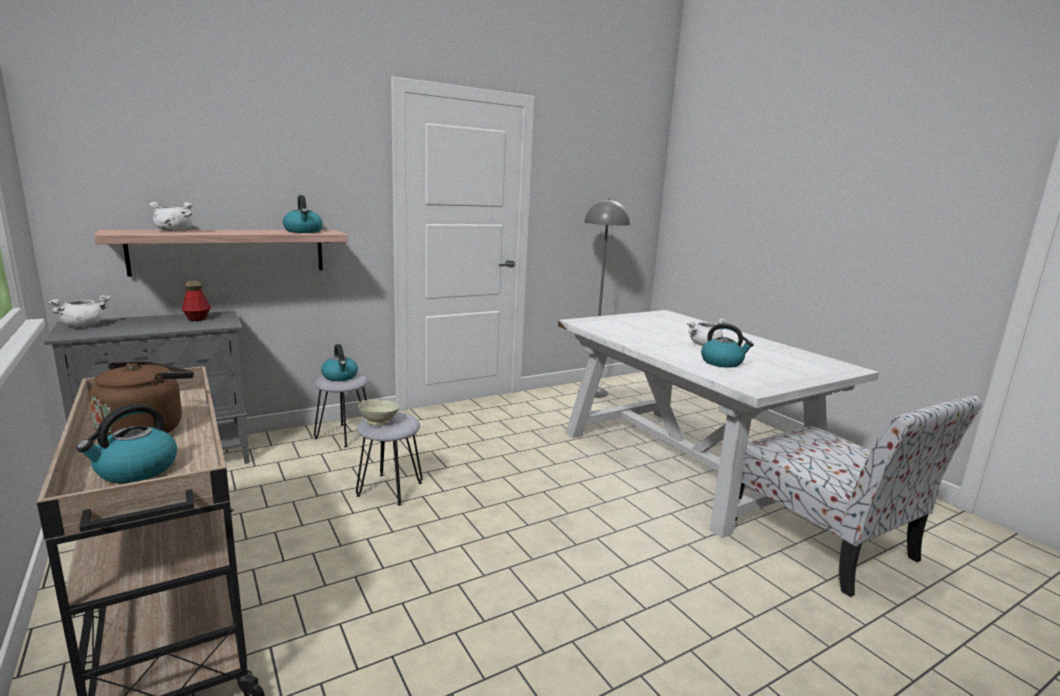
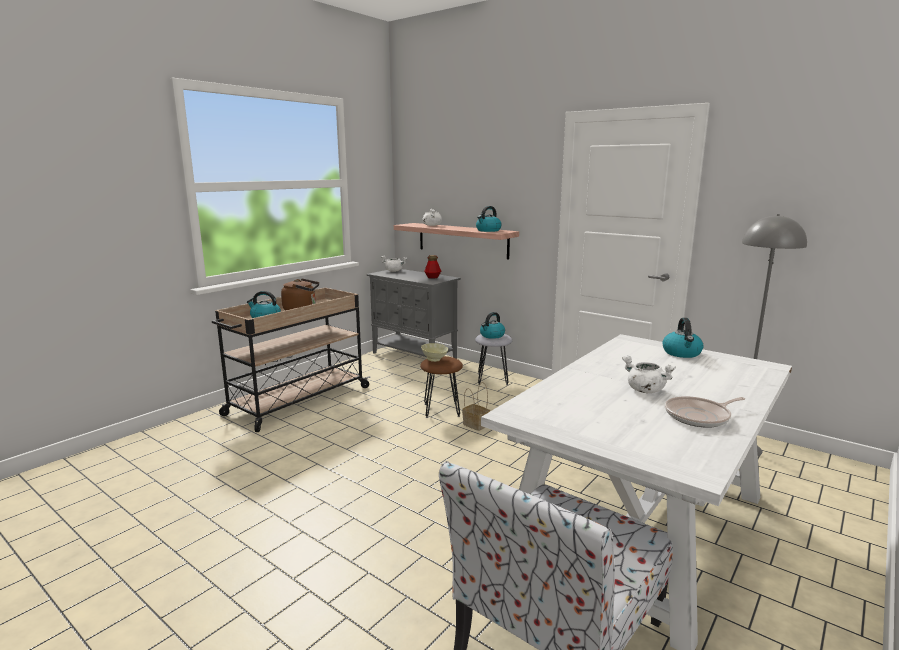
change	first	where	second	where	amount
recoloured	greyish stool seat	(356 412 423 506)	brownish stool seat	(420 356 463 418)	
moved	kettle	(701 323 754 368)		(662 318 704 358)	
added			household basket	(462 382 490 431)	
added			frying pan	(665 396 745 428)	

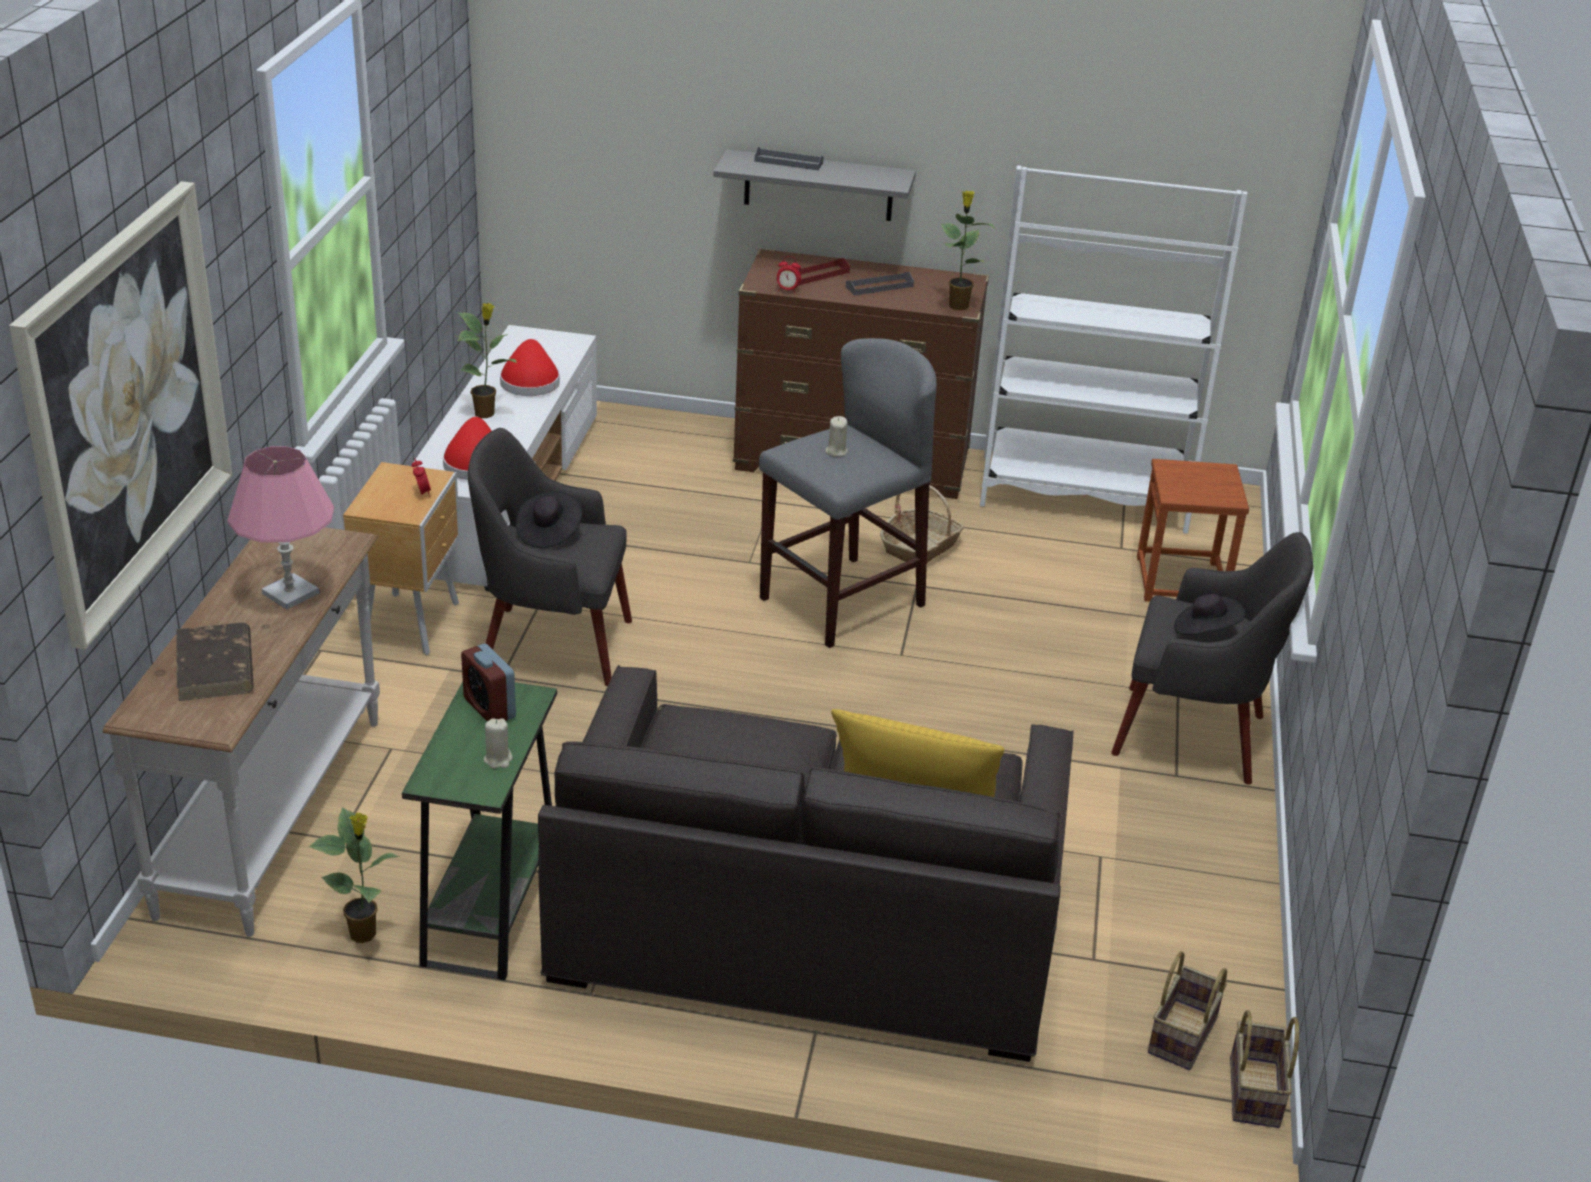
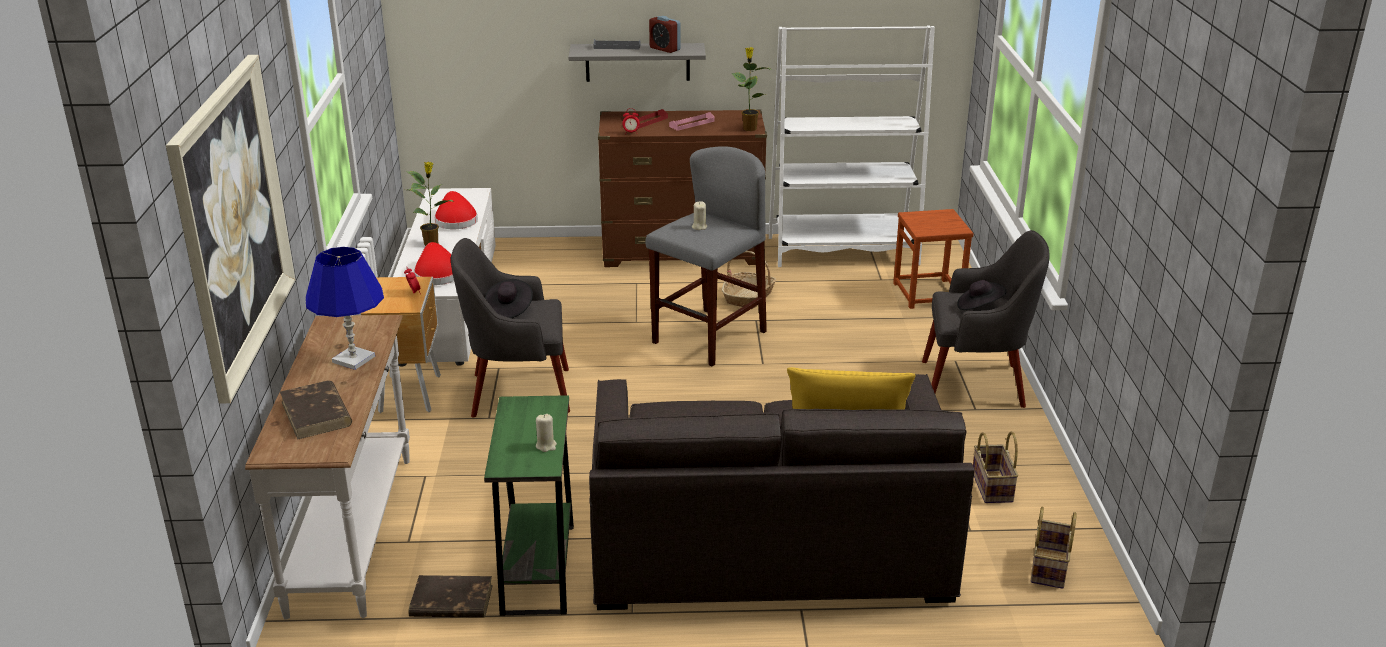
change	first	where	second	where	amount
recoloured	pink lamp for a table	(227 446 334 609)	bluish lamp for a table	(305 247 384 370)	
replaced	houseplant	(309 807 400 943)	brownish bound book	(409 575 493 618)	
moved	table clock	(461 644 516 721)		(649 16 681 53)	
recoloured	greyish serving tray	(846 272 914 296)	pink serving tray	(669 112 715 131)	
moved	household basket	(1230 1010 1299 1128)		(973 431 1018 503)	

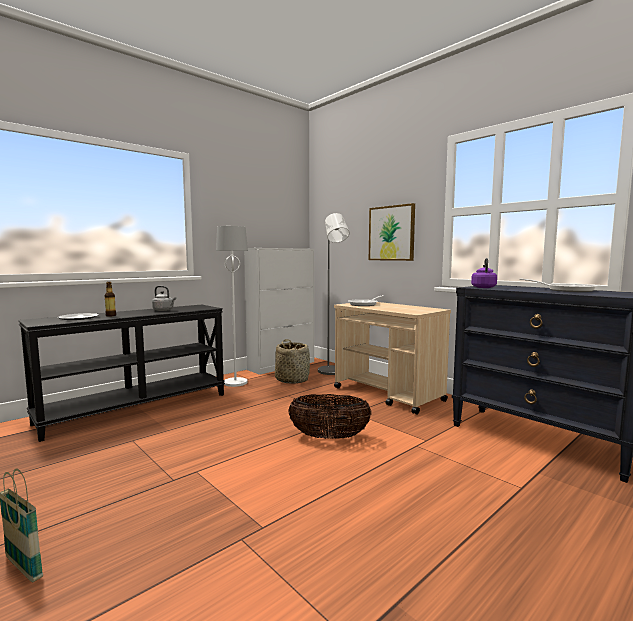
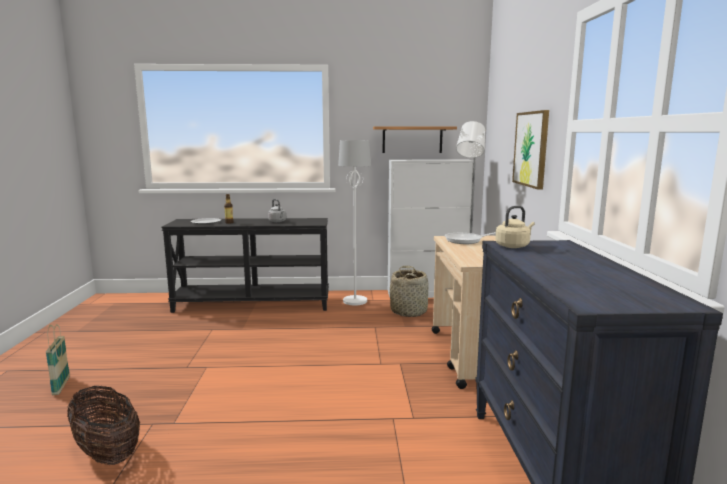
change	first	where	second	where	amount
moved	household basket	(288 394 371 439)		(67 386 140 465)	
recoloured	purple kettle	(471 258 497 288)	beige kettle	(495 206 535 248)	
removed	frying pan	(520 278 597 292)			
added			bracket shelf	(373 126 457 153)	

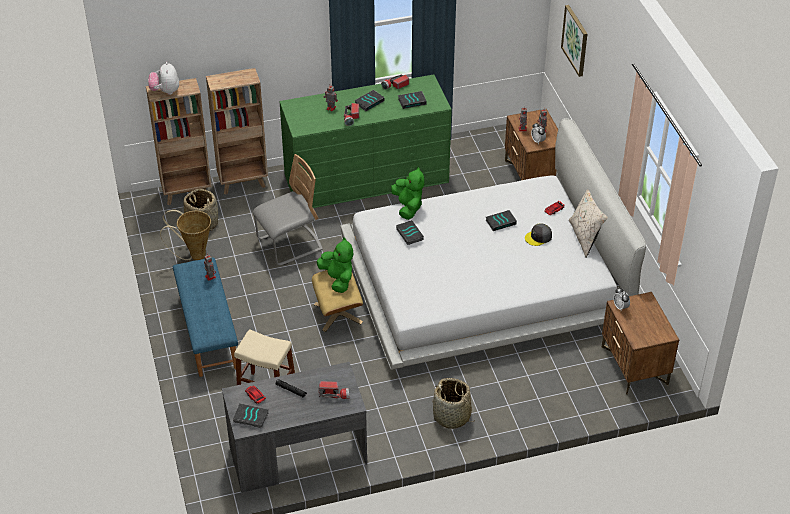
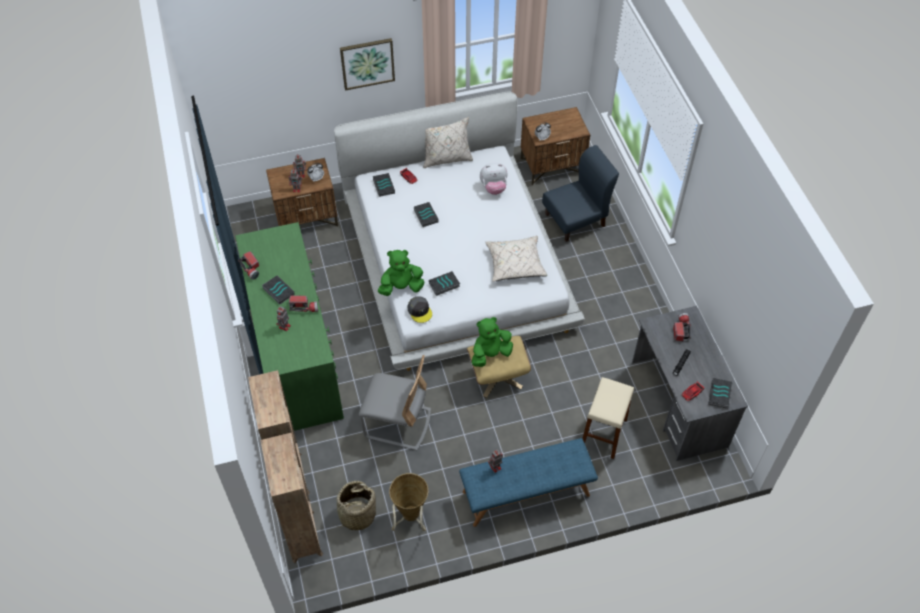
change	first	where	second	where	amount
moved	soft toy	(148 62 179 95)		(480 163 508 195)	
turned	greyish plain chair	(253 154 323 266)		(359 355 431 450)	135 degrees clockwise
moved	bound book	(398 91 427 109)		(373 173 395 197)	
removed	household basket	(432 378 474 429)			
moved	greyish baseball cap	(525 223 552 246)		(408 296 432 323)	
moved	wall art	(561 5 587 77)		(340 38 395 90)	
added			beige throw pillow	(485 236 548 282)	
added			bluish plain chair	(542 145 619 242)	

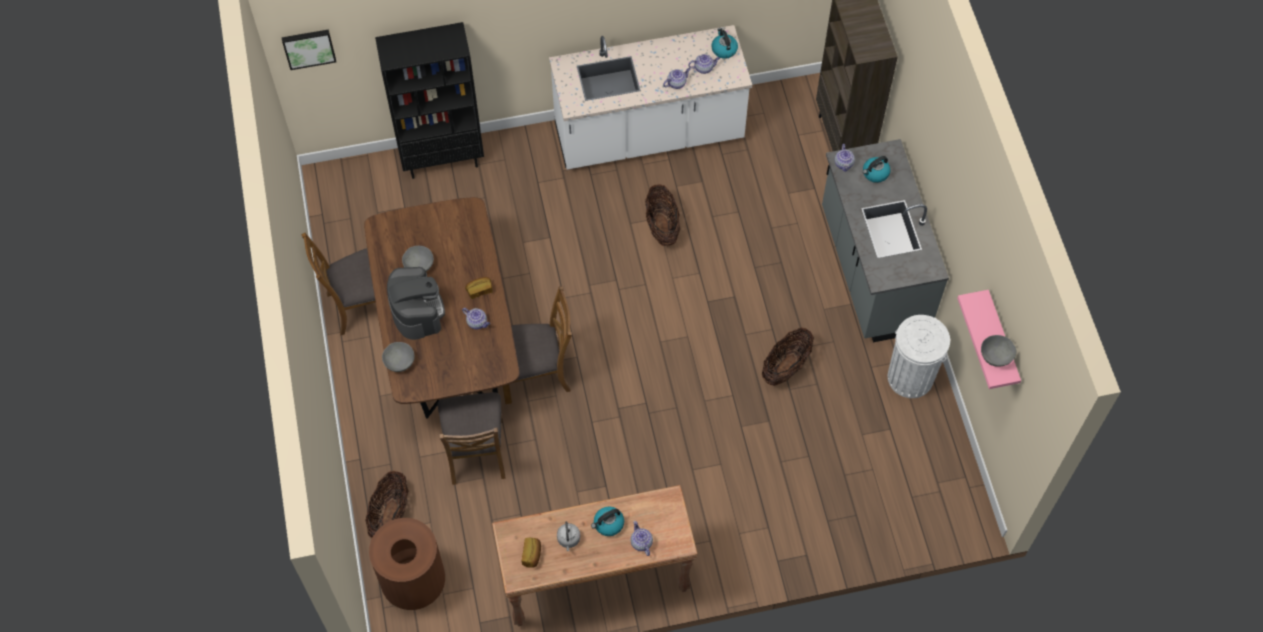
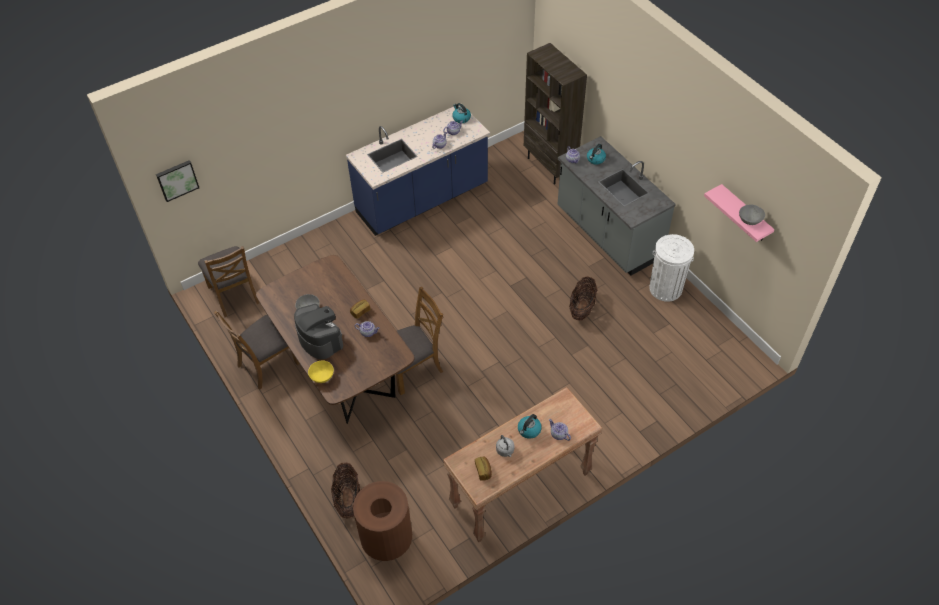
change	first	where	second	where	amount
removed	black shelving unit	(375 22 484 179)			
recoloured	greyish serving bowl	(382 342 414 372)	yellow serving bowl	(308 361 334 383)	
moved	brownish plain chair	(438 392 506 485)		(198 246 259 317)	
recoloured	white counter	(549 25 752 170)	bluish counter	(346 106 490 236)	
removed	household basket	(645 184 680 246)			

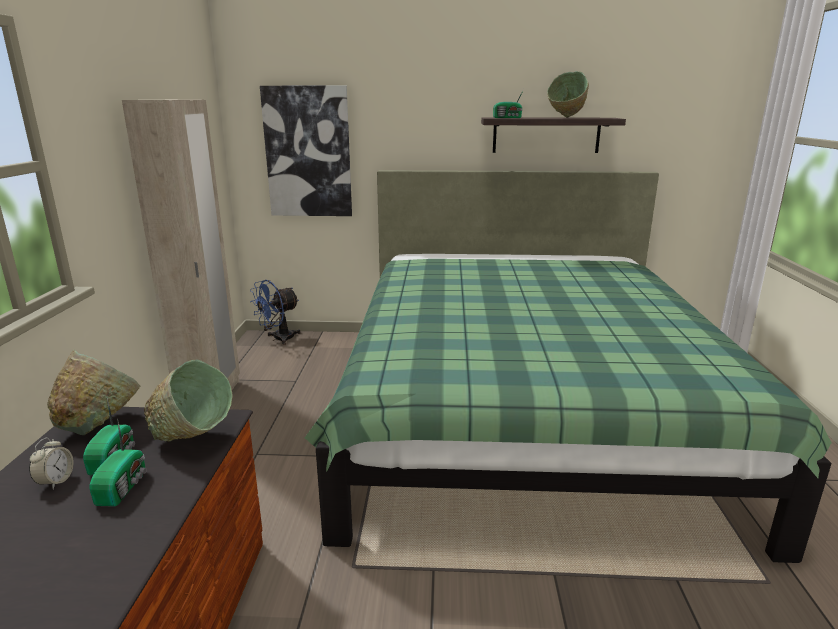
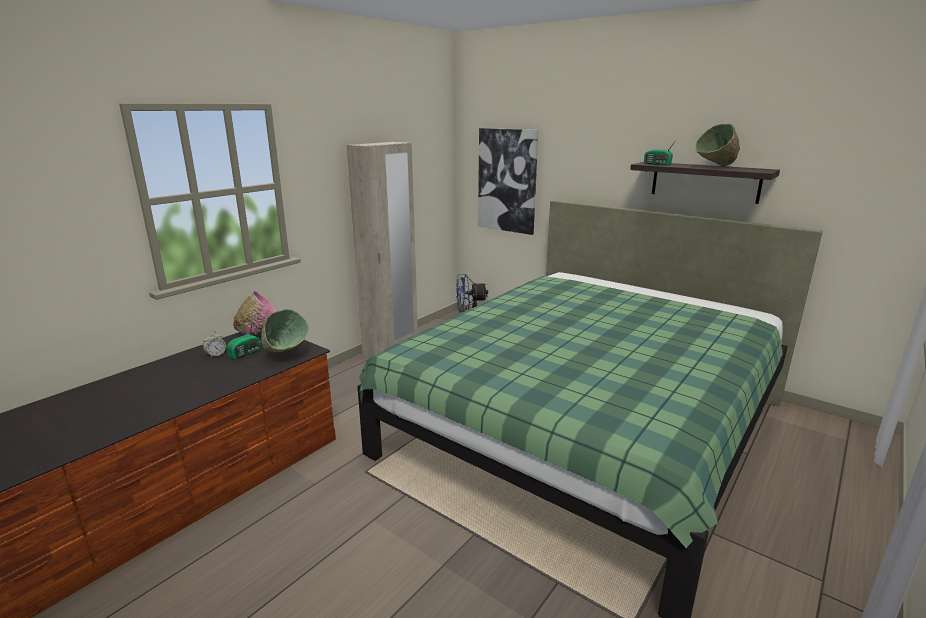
change	first	where	second	where	amount
recoloured	greenish serving bowl	(47 350 140 435)	pink serving bowl	(233 291 276 335)	
removed	radio set	(90 419 147 507)			

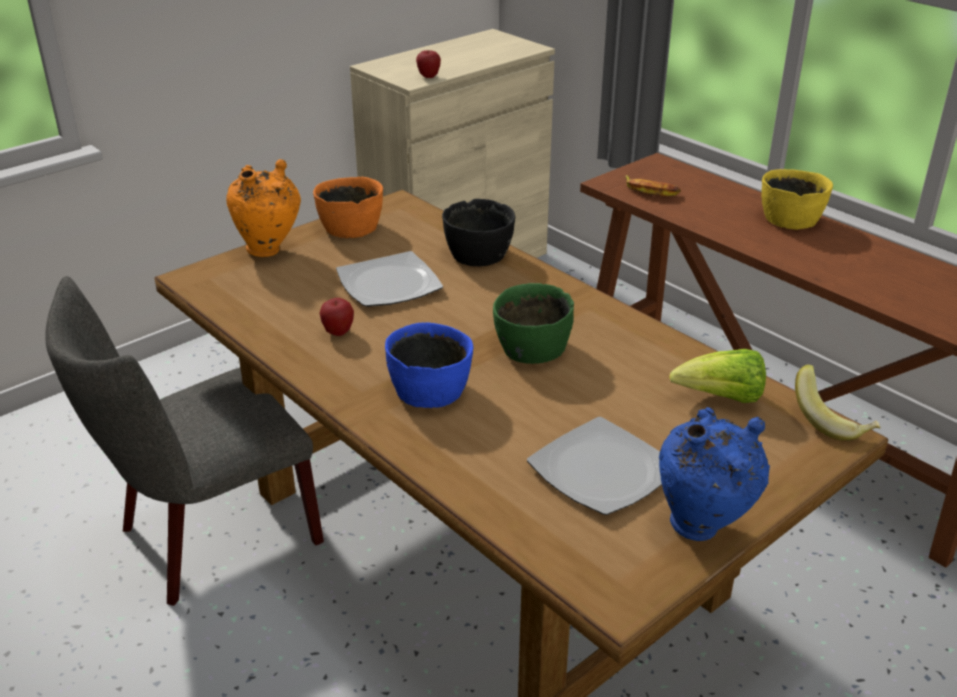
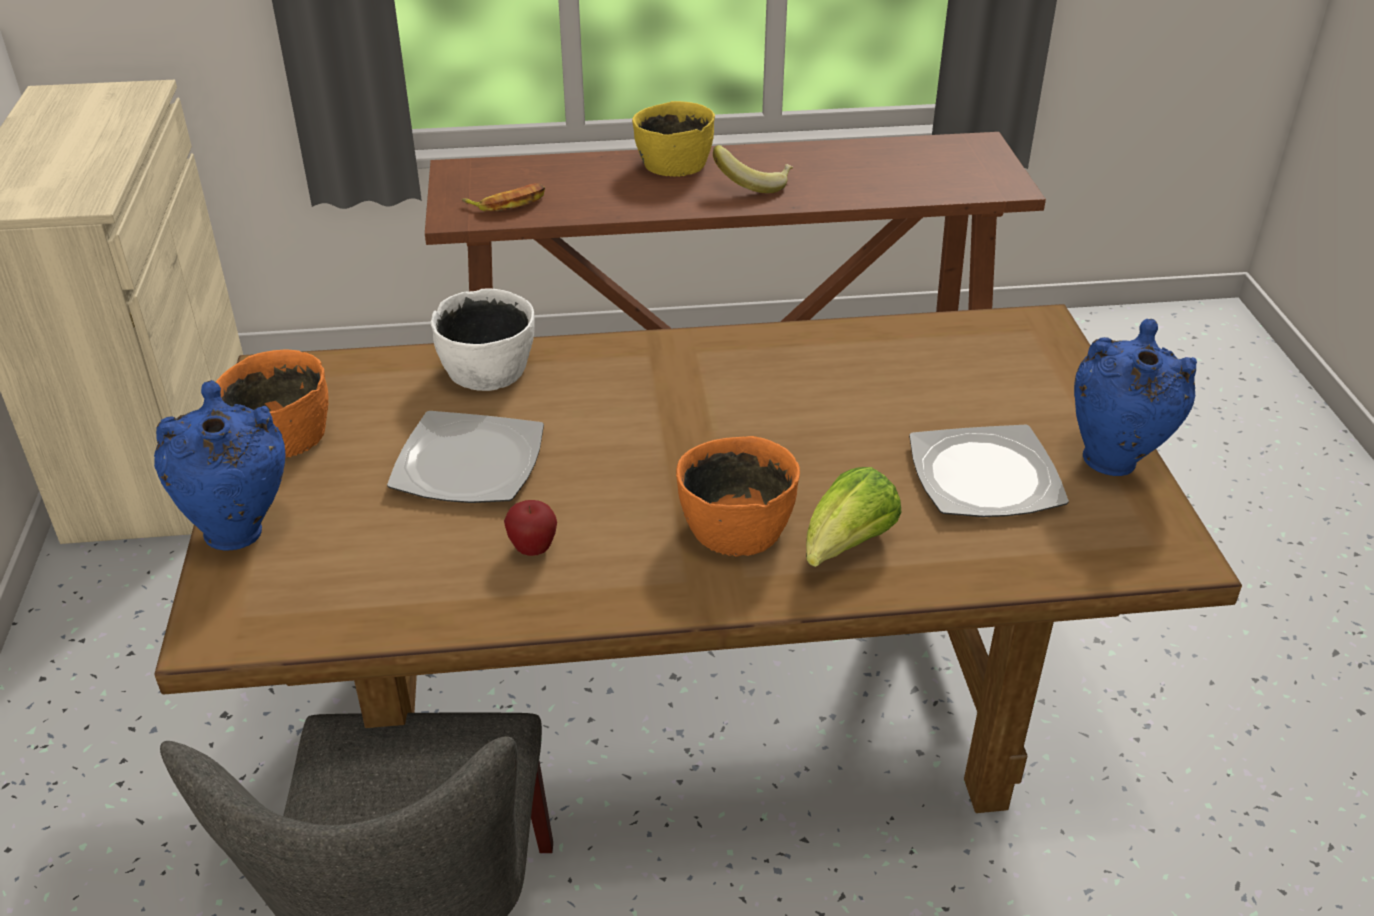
change	first	where	second	where	amount
recoloured	orange-coloured decorative vase	(226 159 301 257)	bluish decorative vase	(154 380 286 551)	
recoloured	bluish serving bowl	(385 322 474 408)	orange-coloured serving bowl	(676 436 800 557)	
removed	whole apple	(416 50 441 78)			
recoloured	black serving bowl	(442 199 515 266)	white serving bowl	(430 289 535 391)	
removed	greenish serving bowl	(493 283 574 364)			
moved	head of lettuce	(669 349 766 403)		(806 467 902 567)	
moved	banana fruit	(795 364 881 441)		(713 145 793 193)	

